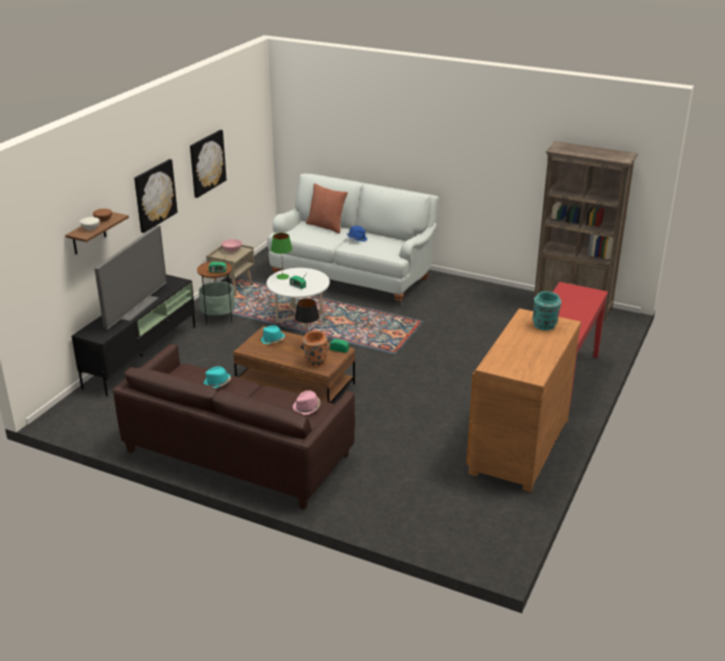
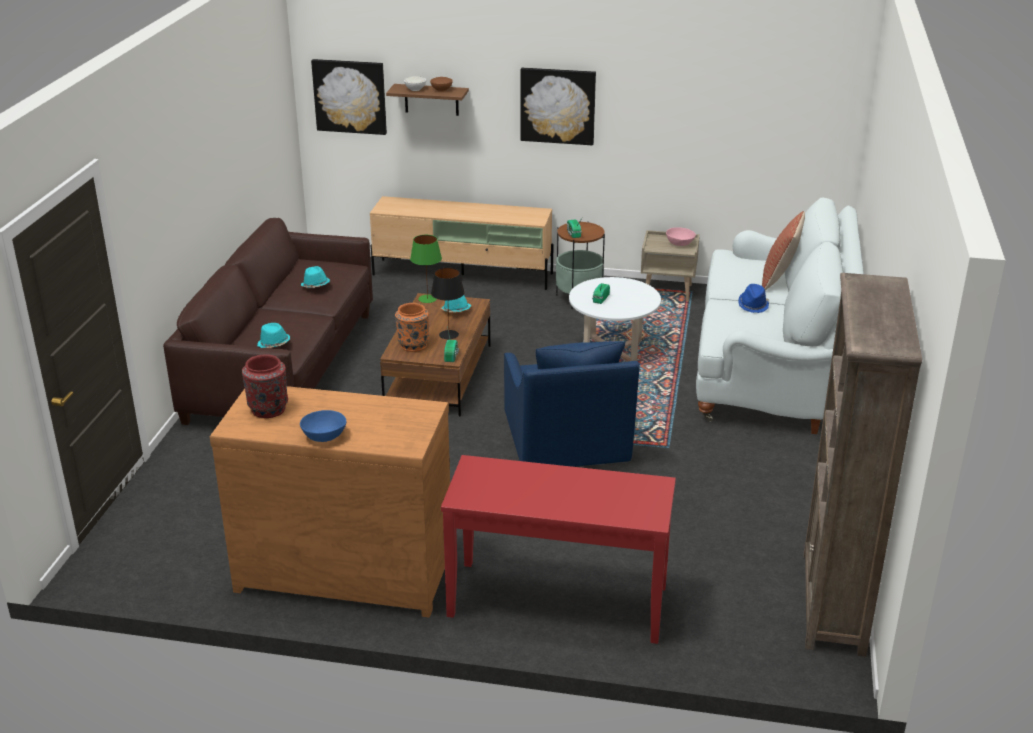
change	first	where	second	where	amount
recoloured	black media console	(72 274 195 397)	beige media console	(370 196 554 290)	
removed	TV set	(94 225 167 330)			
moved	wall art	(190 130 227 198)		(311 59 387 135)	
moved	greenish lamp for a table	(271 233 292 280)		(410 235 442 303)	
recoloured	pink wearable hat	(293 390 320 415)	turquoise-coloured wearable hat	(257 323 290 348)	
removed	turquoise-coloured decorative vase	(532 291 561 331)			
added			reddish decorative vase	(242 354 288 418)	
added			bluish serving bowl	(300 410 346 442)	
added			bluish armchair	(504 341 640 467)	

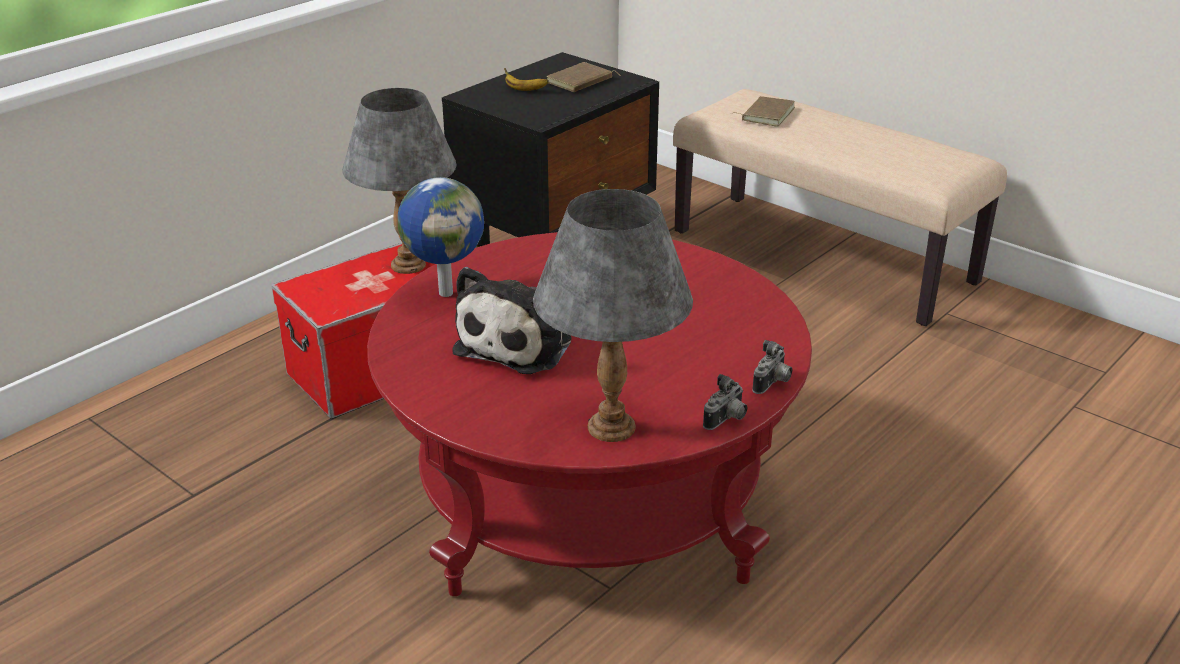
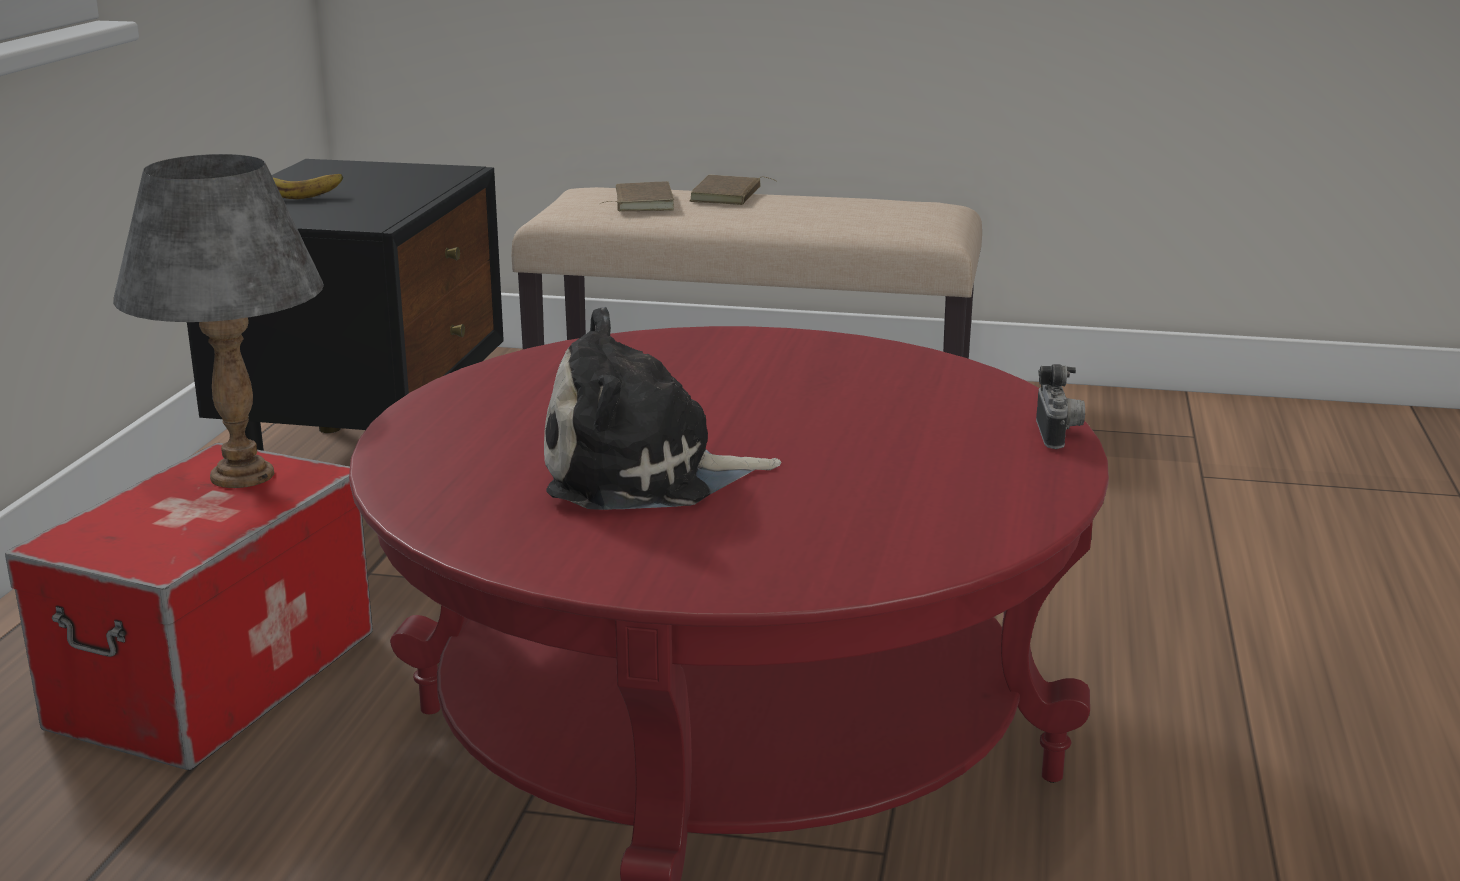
change	first	where	second	where	amount
removed	desk globe	(398 177 484 297)			
turned	soft toy	(452 267 572 374)		(544 307 781 510)	90 degrees clockwise
removed	greyish lamp for a table	(533 189 693 442)			
moved	brownish bound book	(547 62 621 92)		(690 175 776 205)	
removed	still camera	(703 374 747 430)			

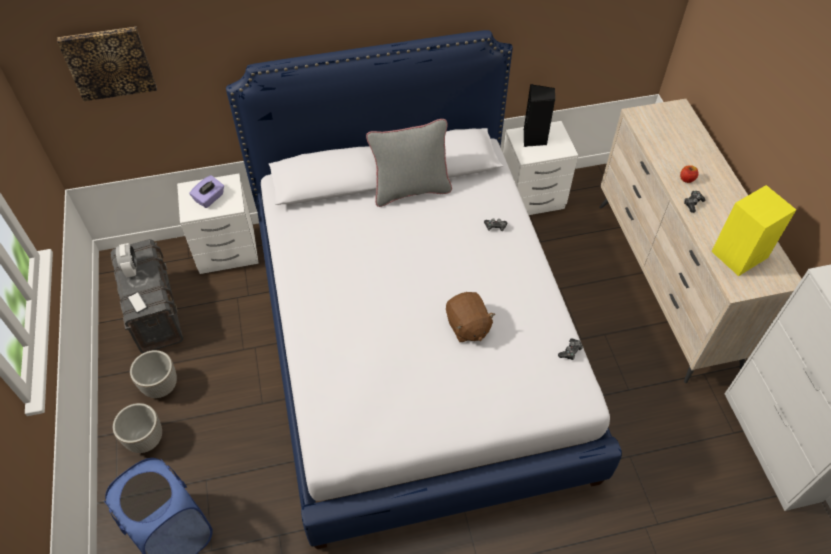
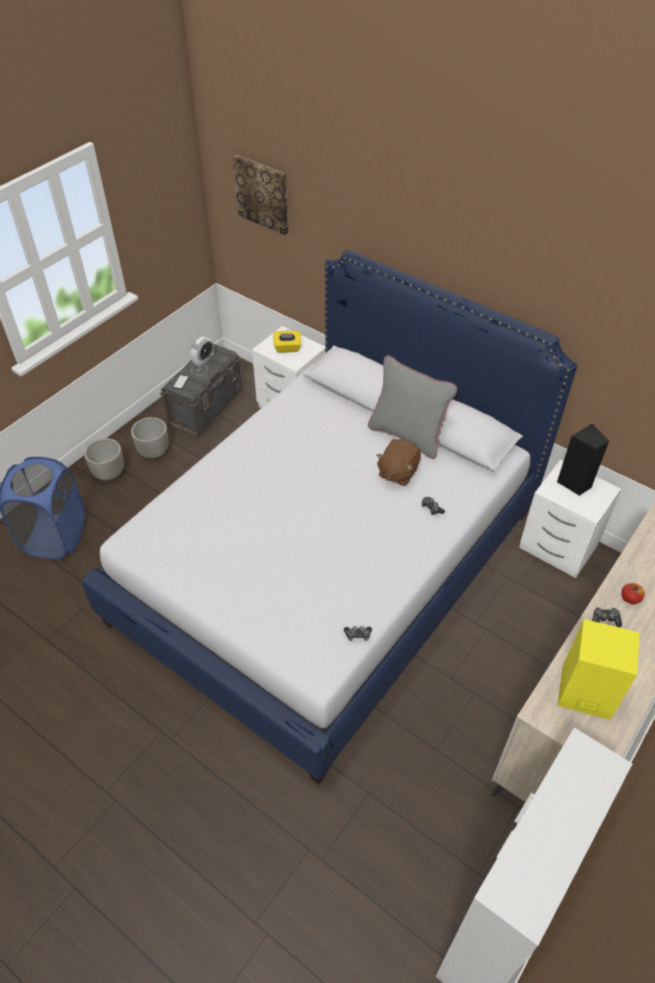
change	first	where	second	where	amount
recoloured	purple tissue box	(190 175 224 208)	yellow tissue box	(273 330 301 353)	
moved	brownish soft toy	(446 292 495 342)		(376 439 421 486)	

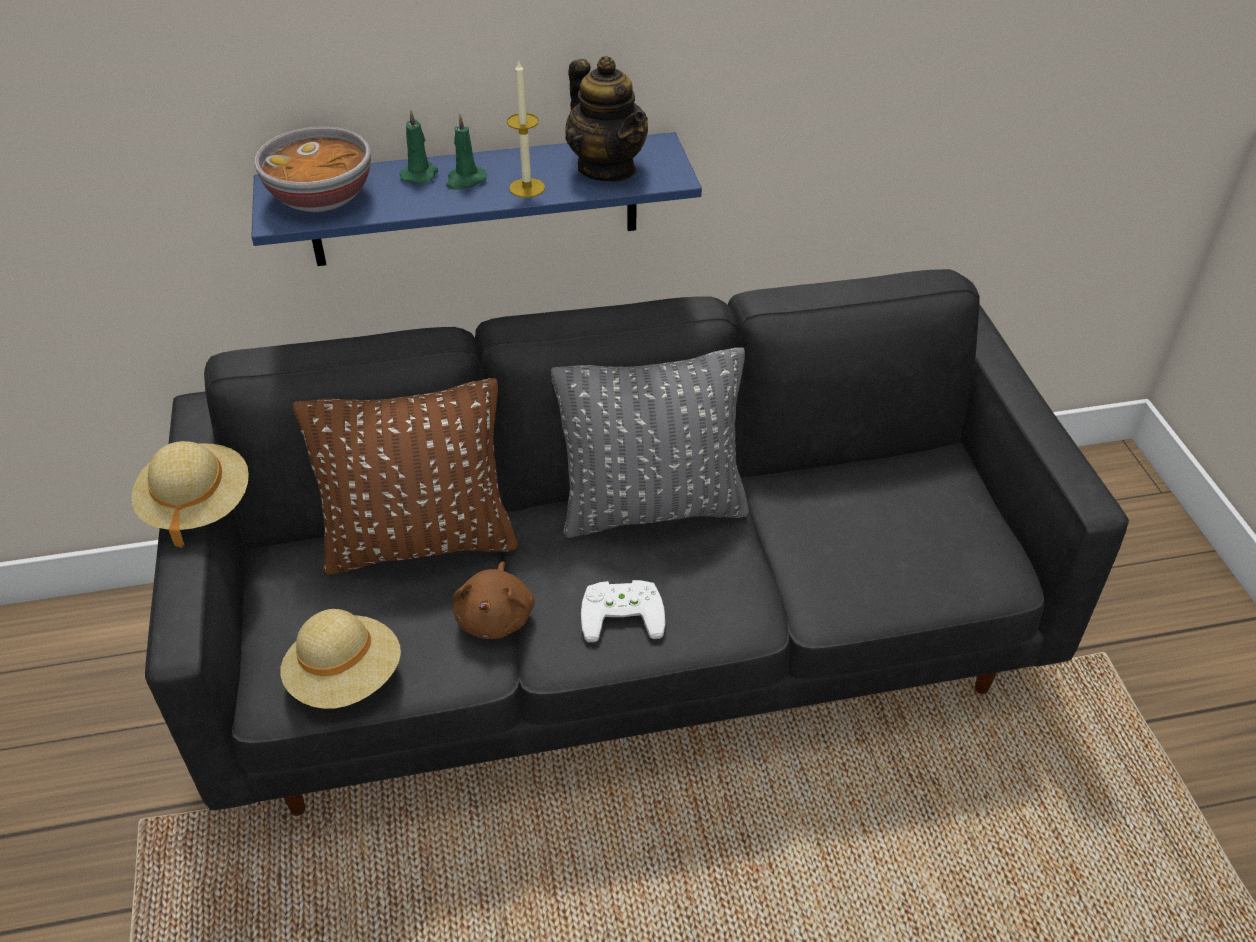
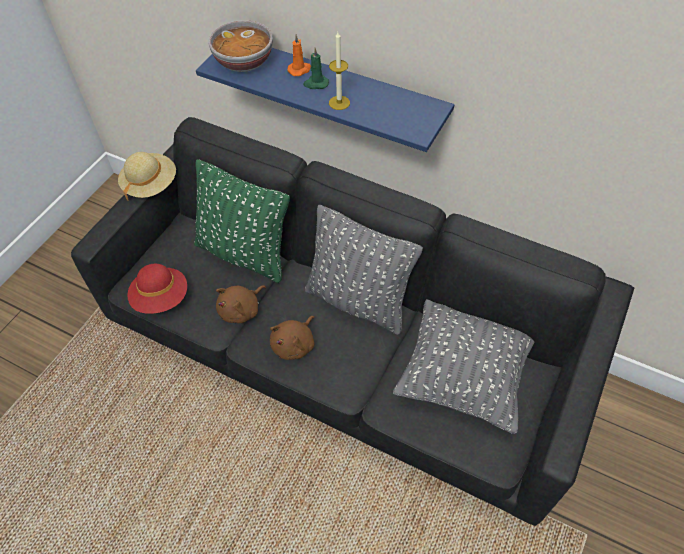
change	first	where	second	where	amount
recoloured	beige wearable hat	(280 609 401 709)	reddish wearable hat	(127 264 187 314)	
recoloured	brownish throw pillow	(293 378 518 575)	greenish throw pillow	(194 159 290 283)	
recoloured	greenish wax candle	(400 110 438 184)	orange-coloured wax candle	(287 34 311 76)	
removed	pot for tea	(565 56 648 182)			
replaced	white gamepad	(581 580 665 642)	brownish soft toy	(270 316 314 360)	
added			greyish throw pillow	(393 299 535 434)	

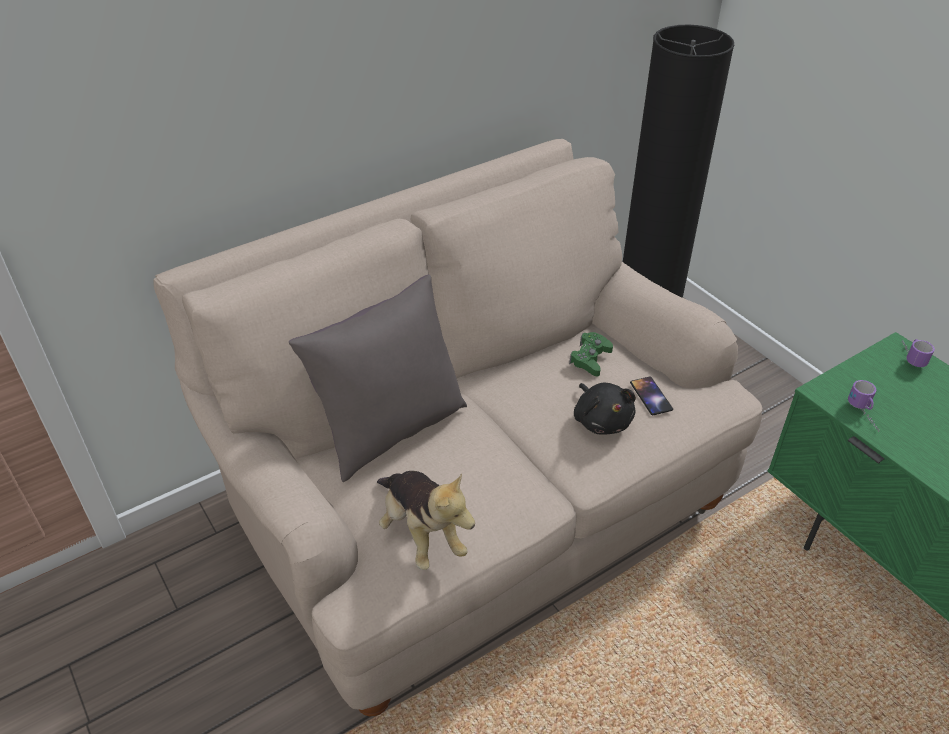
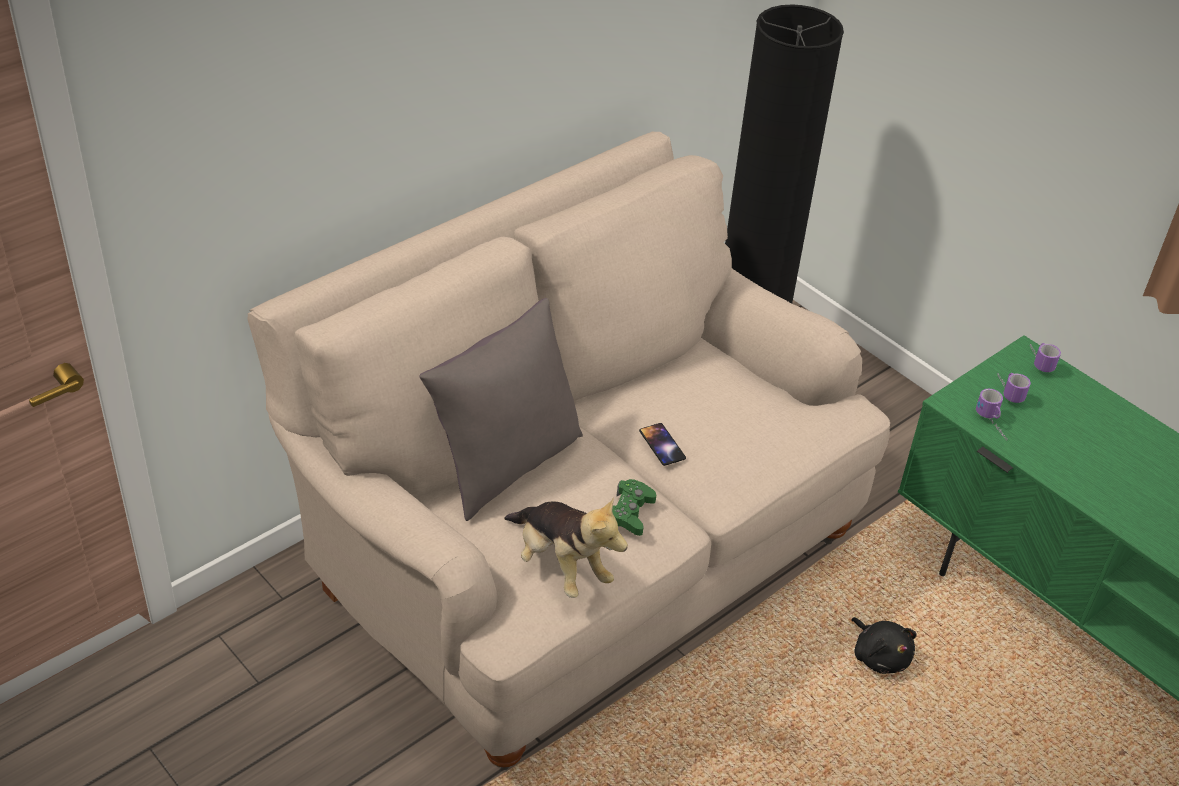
change	first	where	second	where	amount
moved	greenish gamepad	(569 332 613 377)		(612 479 656 536)	
moved	black soft toy	(574 383 636 434)		(851 617 917 674)	
moved	handset	(630 377 673 415)		(639 423 686 466)	
added			mug	(997 373 1031 403)	

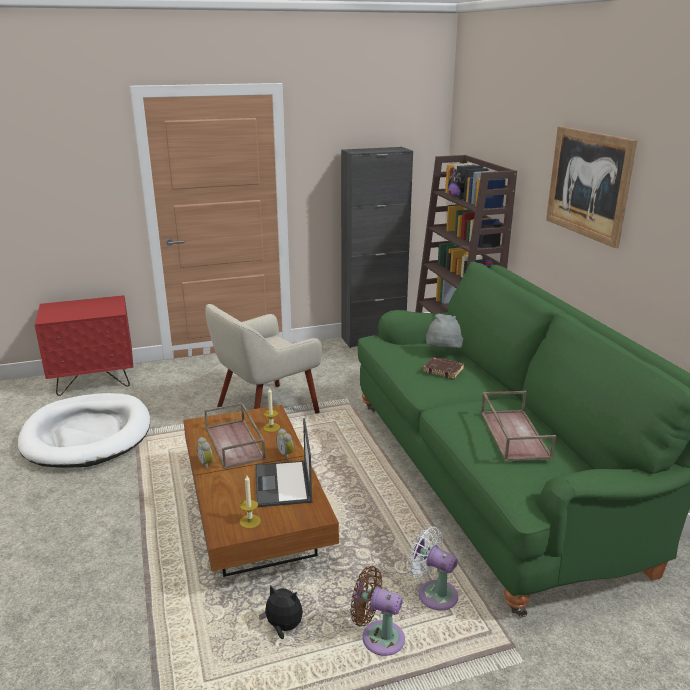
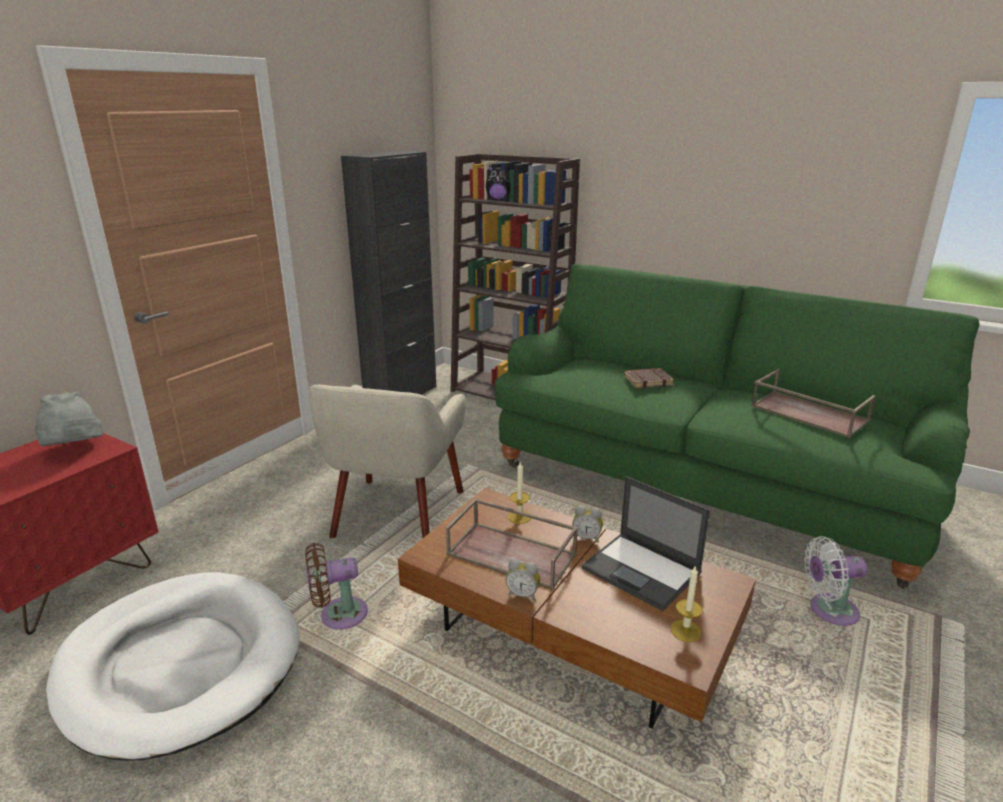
change	first	where	second	where	amount
removed	soft toy	(259 585 303 639)			
moved	brownish fan	(350 566 405 656)		(305 543 368 629)	
moved	greyish wearable hat	(426 314 463 348)		(35 392 103 446)	
removed	wall art	(546 126 637 248)			

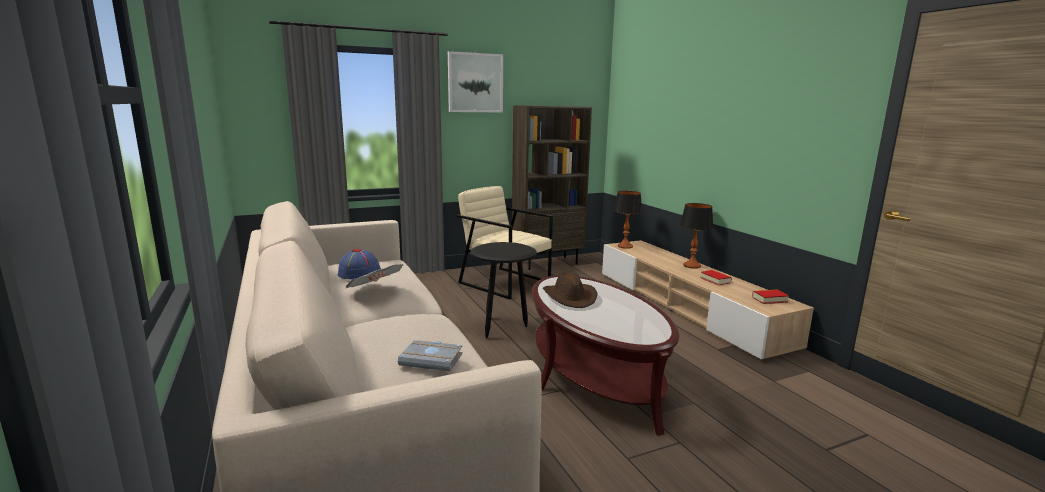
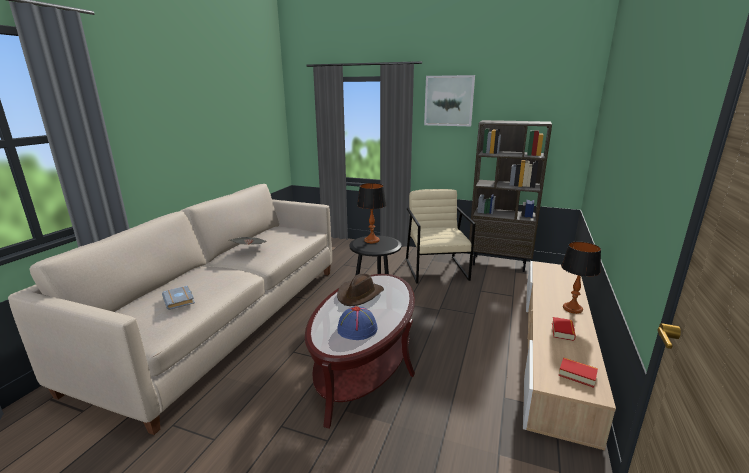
change	first	where	second	where	amount
moved	bluish wearable hat	(338 249 381 279)		(337 306 378 340)	
moved	lamp for a table	(613 191 642 249)		(357 183 386 243)	

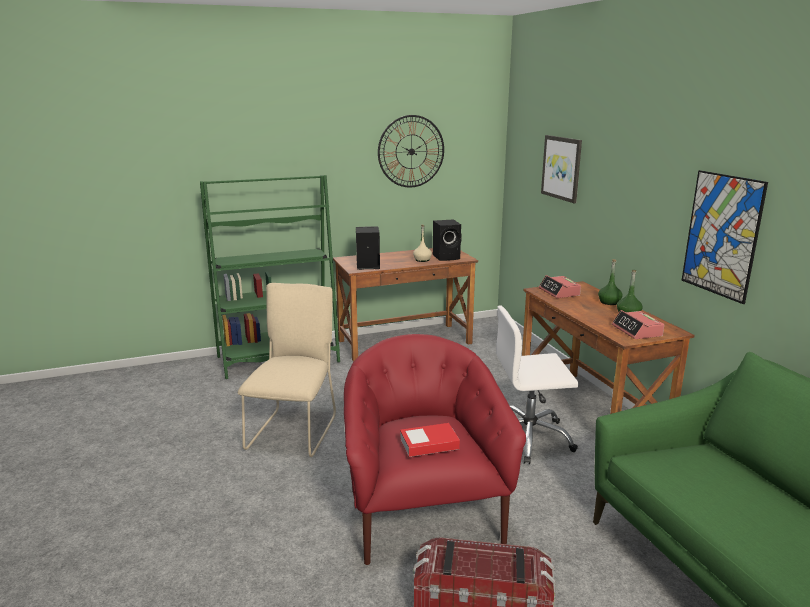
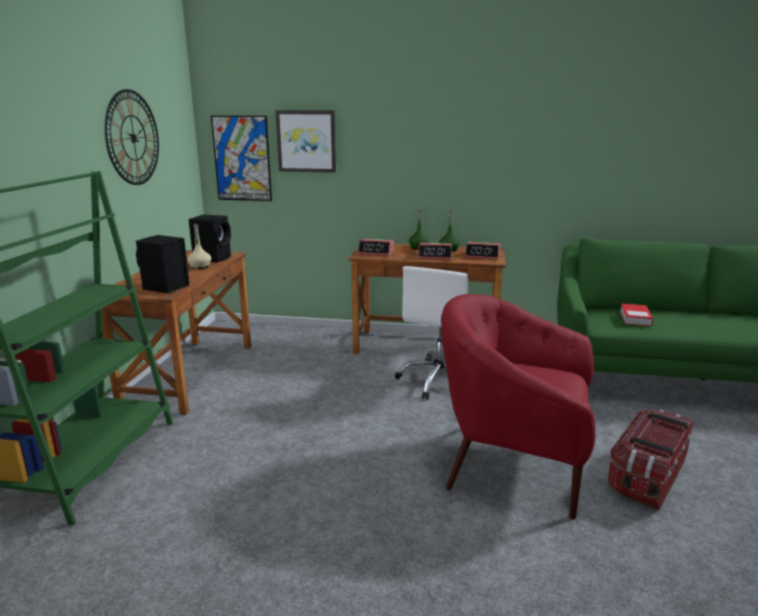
change	first	where	second	where	amount
removed	beige plain chair	(238 283 336 457)			
moved	bound book	(400 423 460 457)		(620 303 653 326)	
moved	wall art	(682 170 768 304)		(211 116 272 201)	
added			table clock	(418 243 452 260)	

